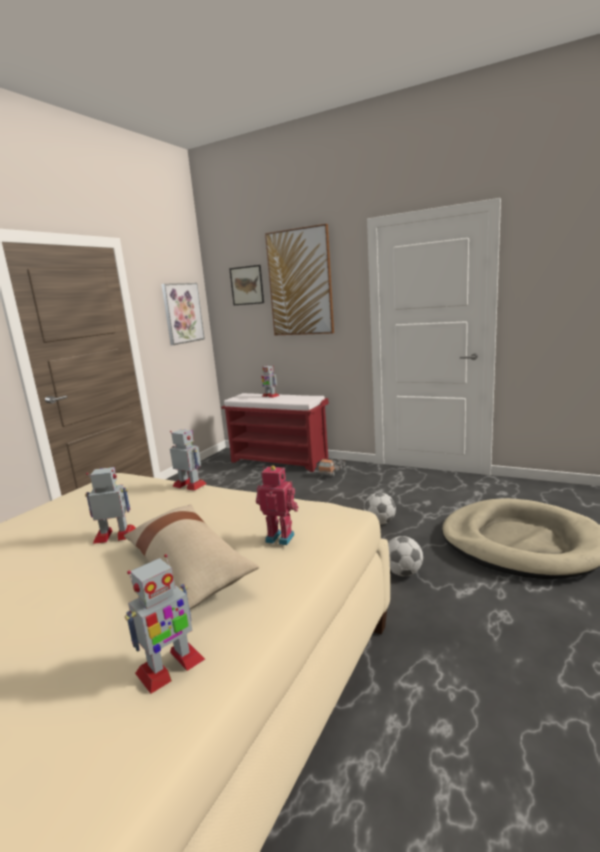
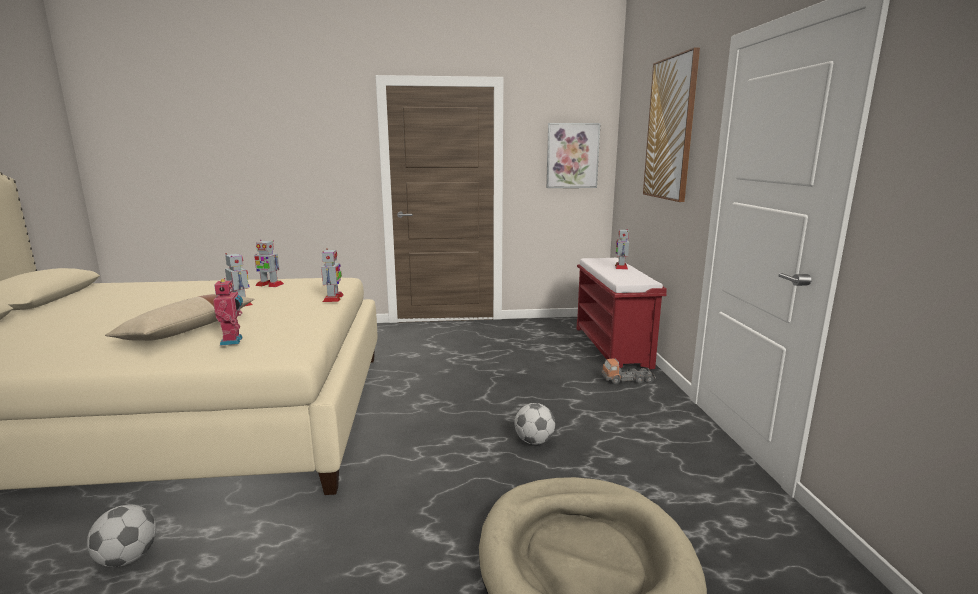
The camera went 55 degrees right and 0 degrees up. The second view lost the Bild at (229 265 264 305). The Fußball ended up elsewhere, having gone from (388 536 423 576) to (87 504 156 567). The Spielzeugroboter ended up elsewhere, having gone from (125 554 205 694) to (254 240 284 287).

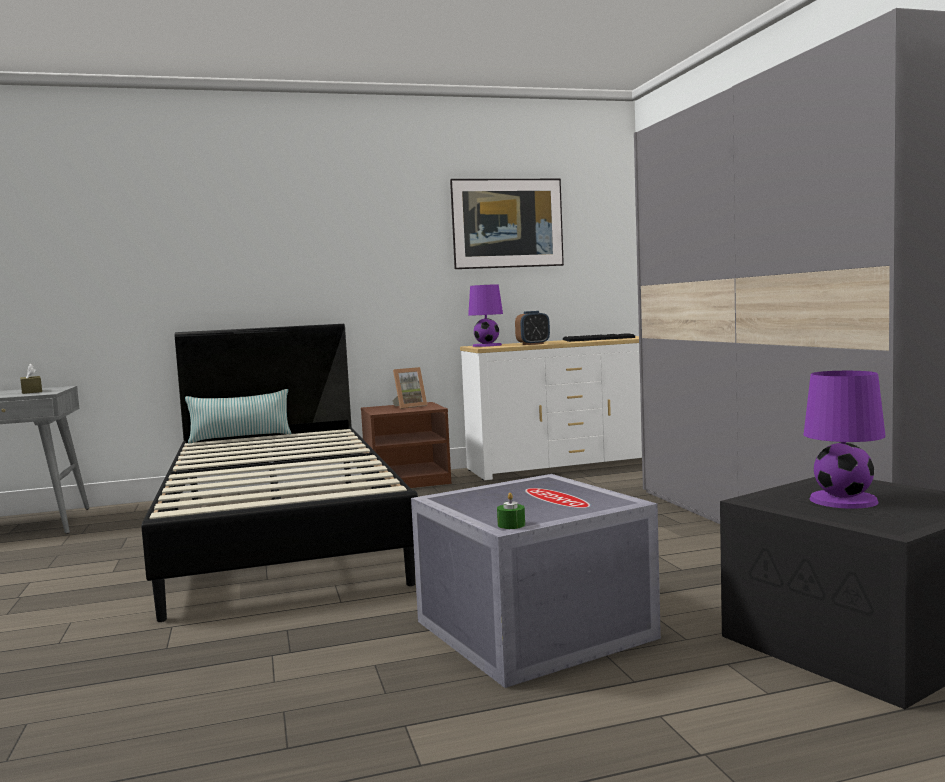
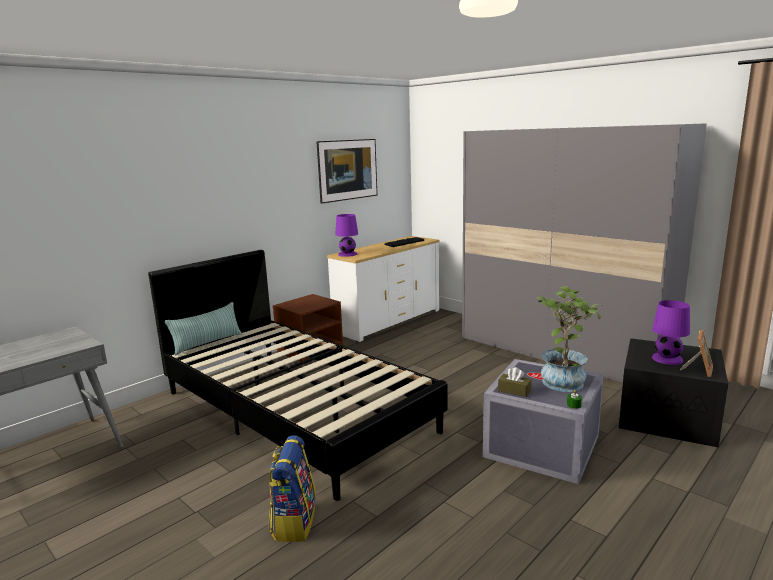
The camera went 30 degrees left and 10 degrees up. The second view lost the Wecker at (515 311 550 345). The Taschentuchbox [braun] ended up elsewhere, having gone from (20 364 42 394) to (498 367 532 397). The Bilderrahmen ended up elsewhere, having gone from (392 367 427 409) to (680 330 713 377). The second view gained the Topfpflanze at (537 286 601 392). The second view gained the Rucksack at (269 435 316 542).

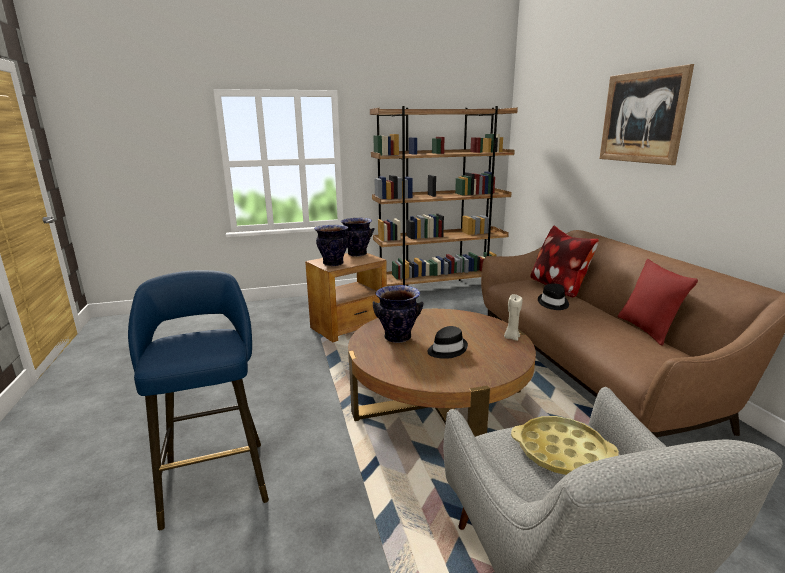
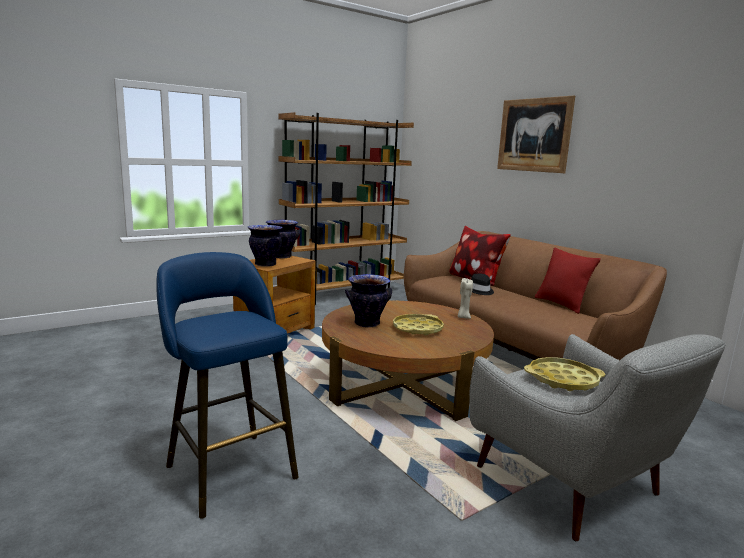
The camera went 20 degrees left and 5 degrees down. Where the Hut [schwarz] stood at (427 326 468 359), the Tablett [gelb] came to stand at (393 314 444 335).

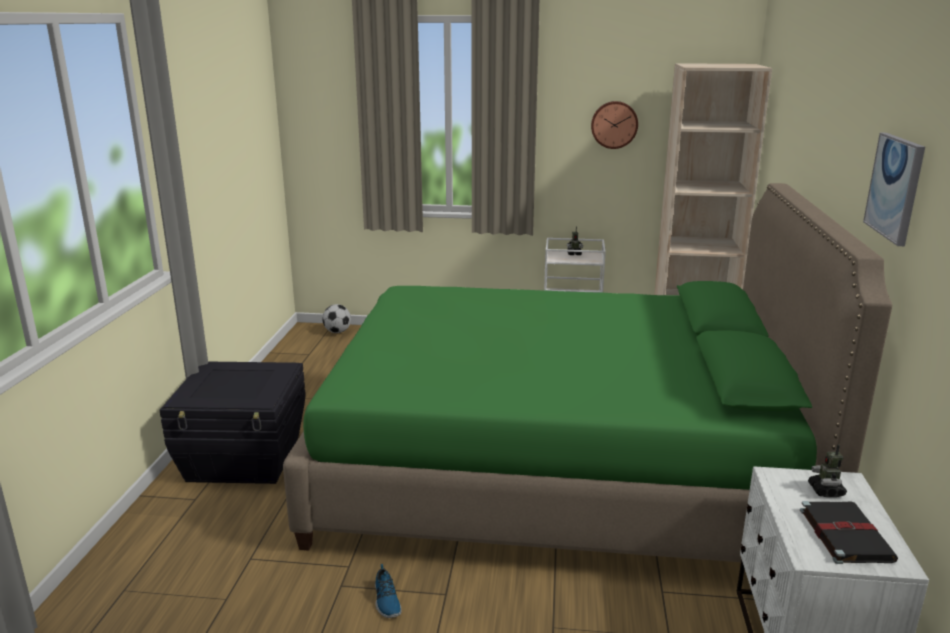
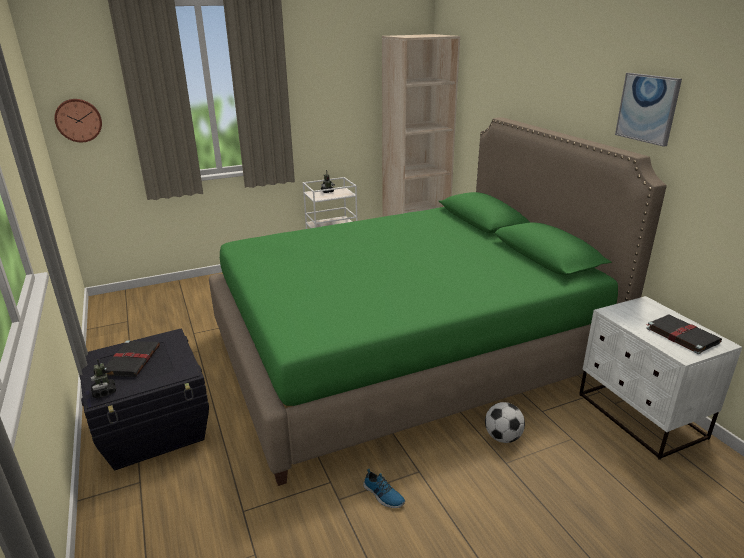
The camera went 30 degrees left and 5 degrees up. The Wanduhr ended up elsewhere, having gone from (591 101 638 149) to (54 99 102 142). The Fußball ended up elsewhere, having gone from (322 304 351 333) to (485 402 525 443). The Spielzeugroboter ended up elsewhere, having gone from (808 445 847 497) to (91 359 116 398). The second view gained the Buch [schwarz] at (105 340 160 377).

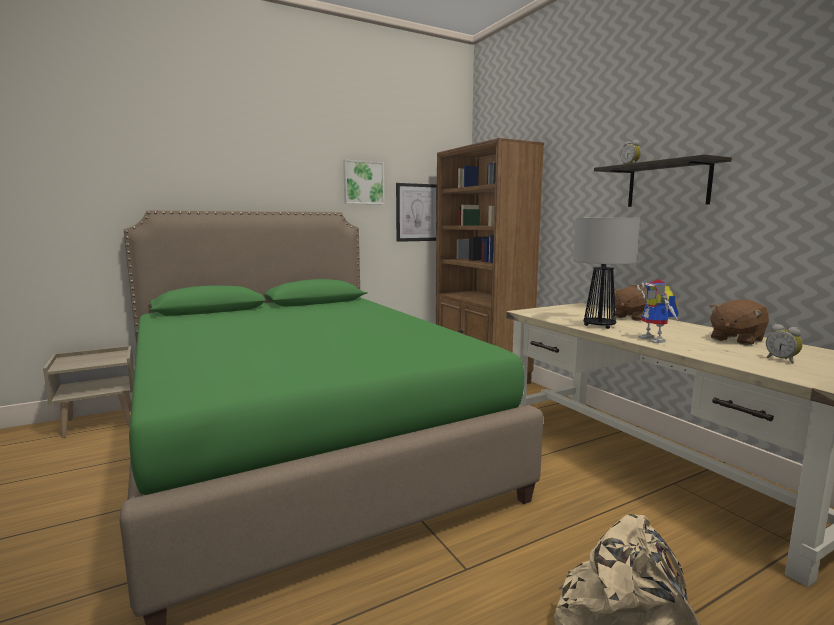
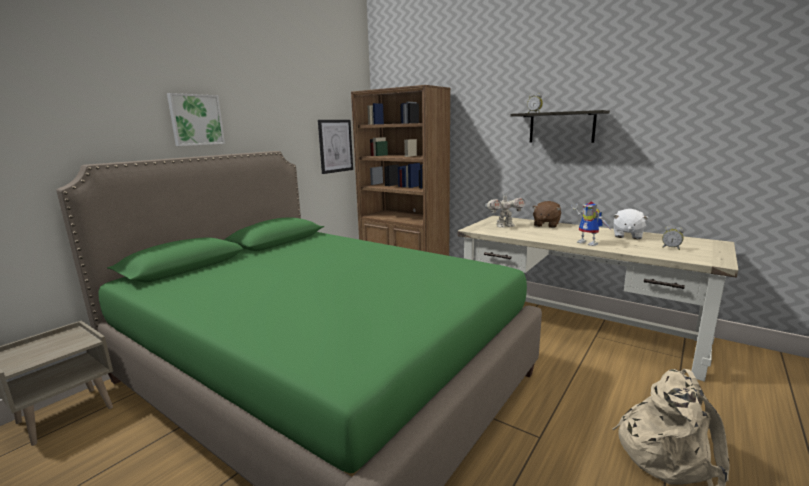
The camera went 25 degrees left and 5 degrees up. The Bild ended up elsewhere, having gone from (343 160 384 204) to (167 93 225 146). The second view lost the Tischlampe at (573 218 640 329). What was the Plüschtier [braun] at (709 299 769 345) turned into the Plüschtier [weiß] at (613 209 649 239). The second view gained the Spielzeugroboter at (485 194 525 228).

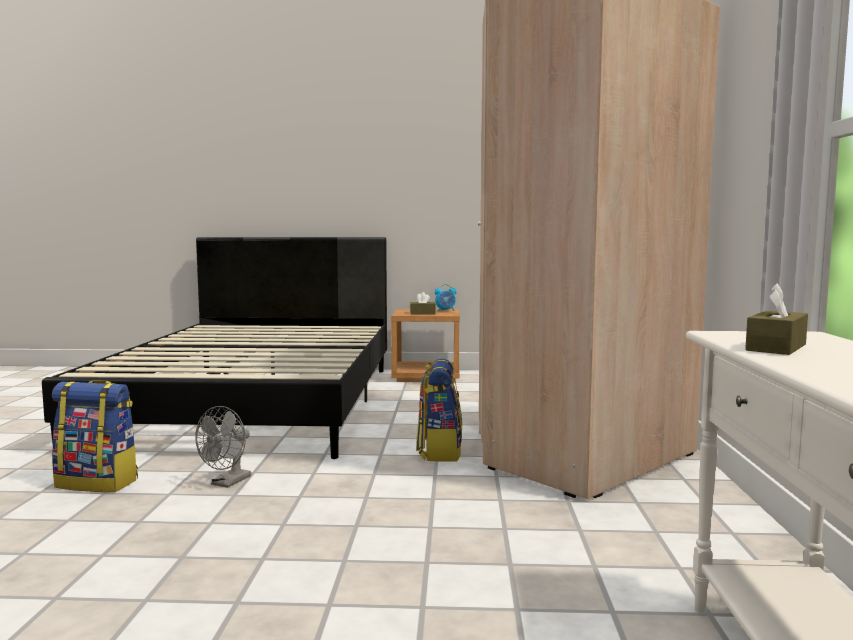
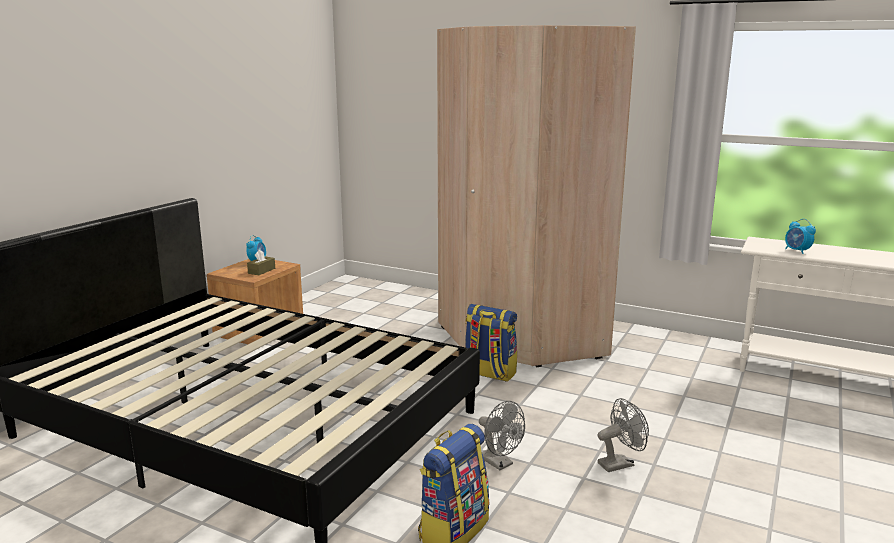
The camera went 65 degrees left and 10 degrees up. Where the Taschentuchbox [braun] stood at (745 284 808 355), the Wecker came to stand at (785 219 816 254). The second view gained the Ventilator [grau] at (598 398 649 472).

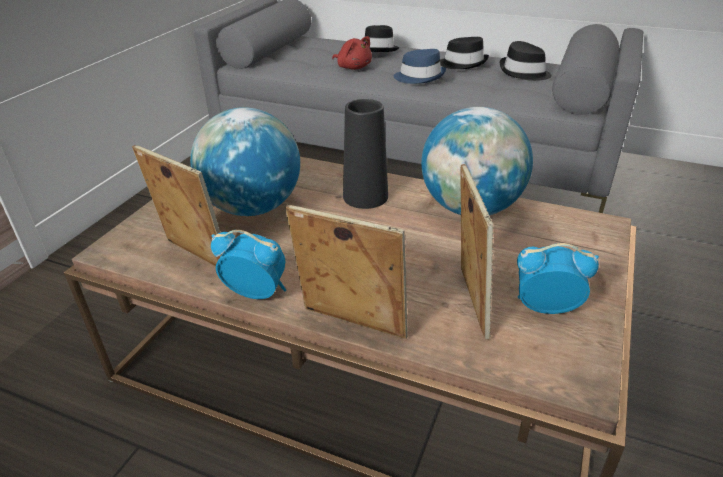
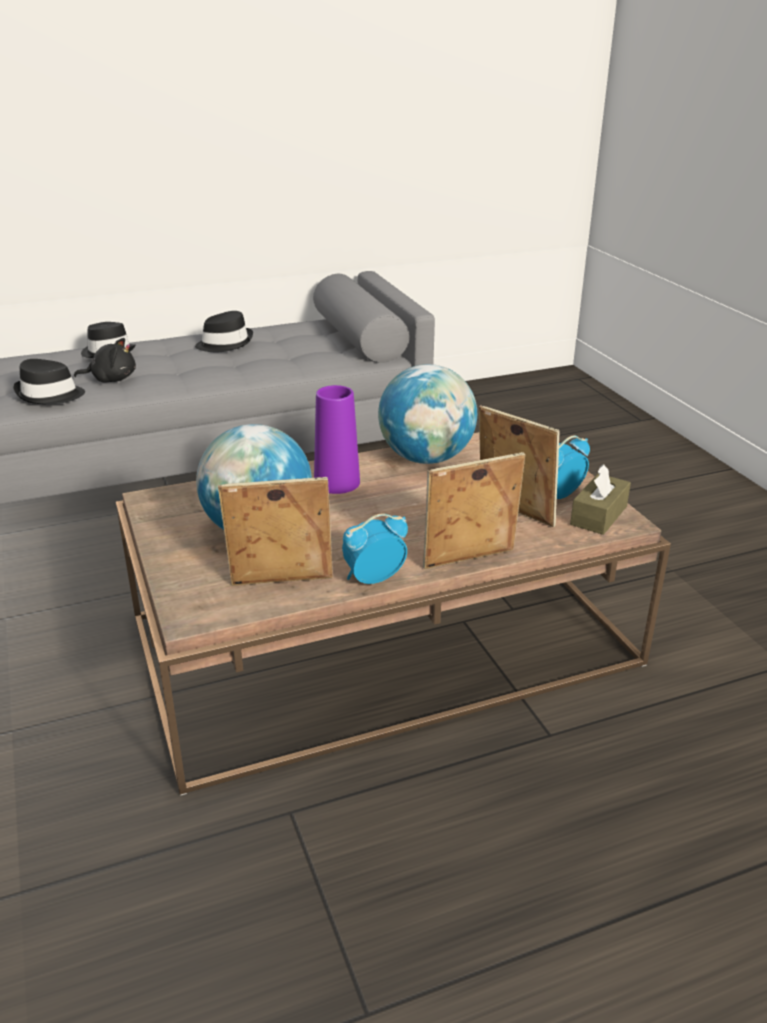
The camera went 45 degrees left and 5 degrees down. What was the Plüschtier [rot] at (332 36 372 70) turned into the Plüschtier [schwarz] at (74 338 136 382). The Hut [schwarz] ended up elsewhere, having gone from (500 41 552 81) to (13 359 85 404). The second view lost the Hut [blau] at (394 49 446 84). What was the Vase [schwarz] at (343 99 388 209) turned into the Vase [lila] at (314 385 360 494). The second view gained the Taschentuchbox [braun] at (570 464 631 535).

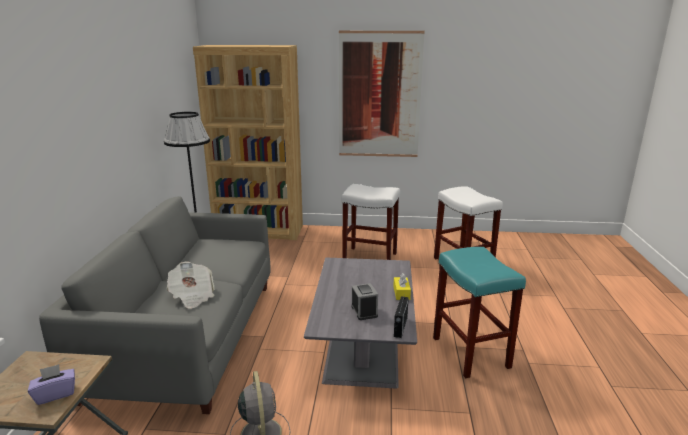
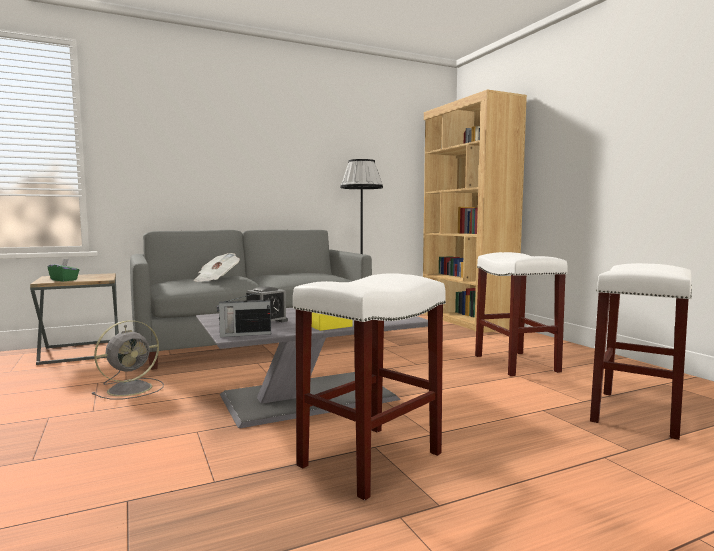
The camera went 60 degrees right and 15 degrees down. The second view lost the Bild at (339 31 425 157). What was the Hocker [türkis] at (433 247 526 378) turned into the Hocker [weiß] at (293 273 446 501). What was the Taschentuchbox [lila] at (28 364 75 405) turned into the Taschentuchbox [grün] at (48 258 80 282).

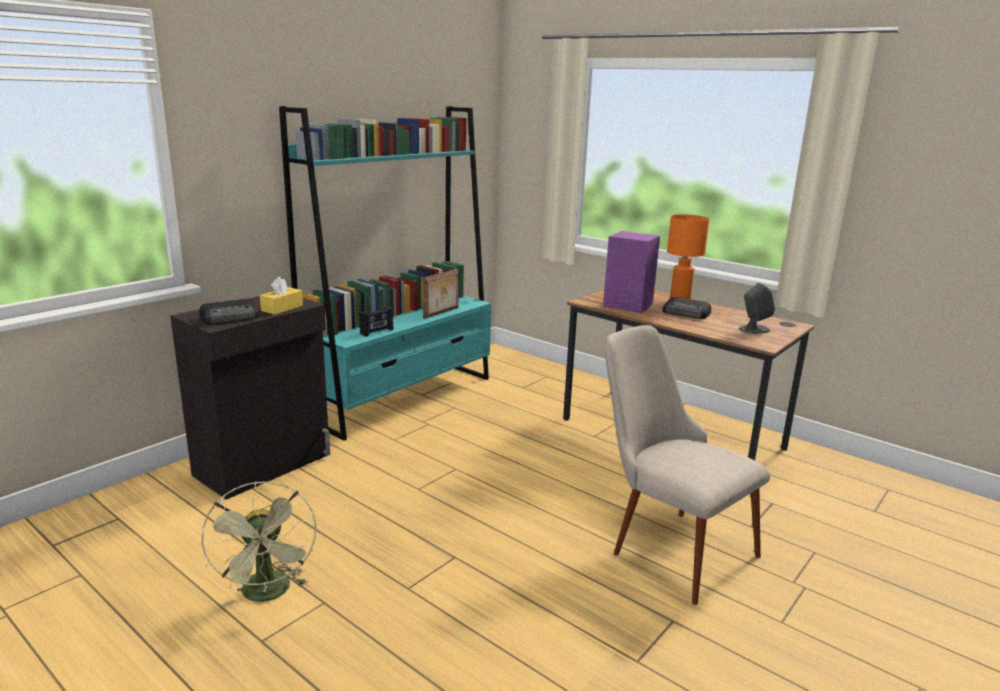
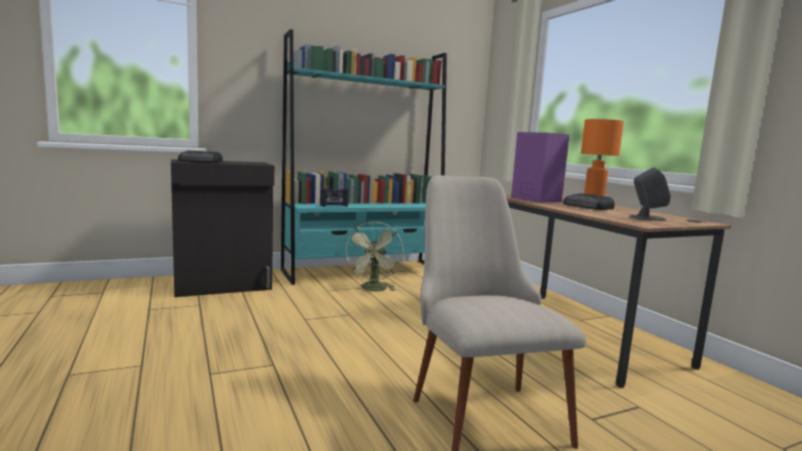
The camera went 25 degrees right and 10 degrees down. The second view lost the Bilderrahmen at (423 269 459 319). The second view lost the Taschentuchbox [gelb] at (260 277 303 315). The Ventilator [grün] ended up elsewhere, having gone from (201 481 317 607) to (345 222 404 291).

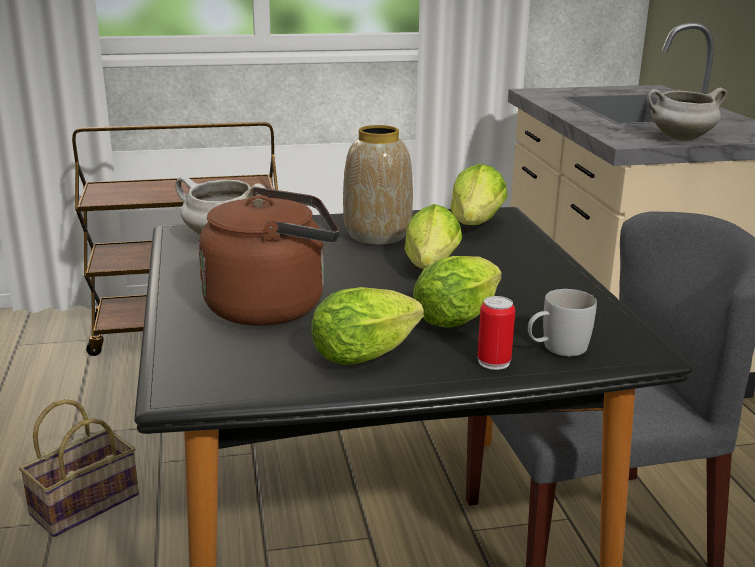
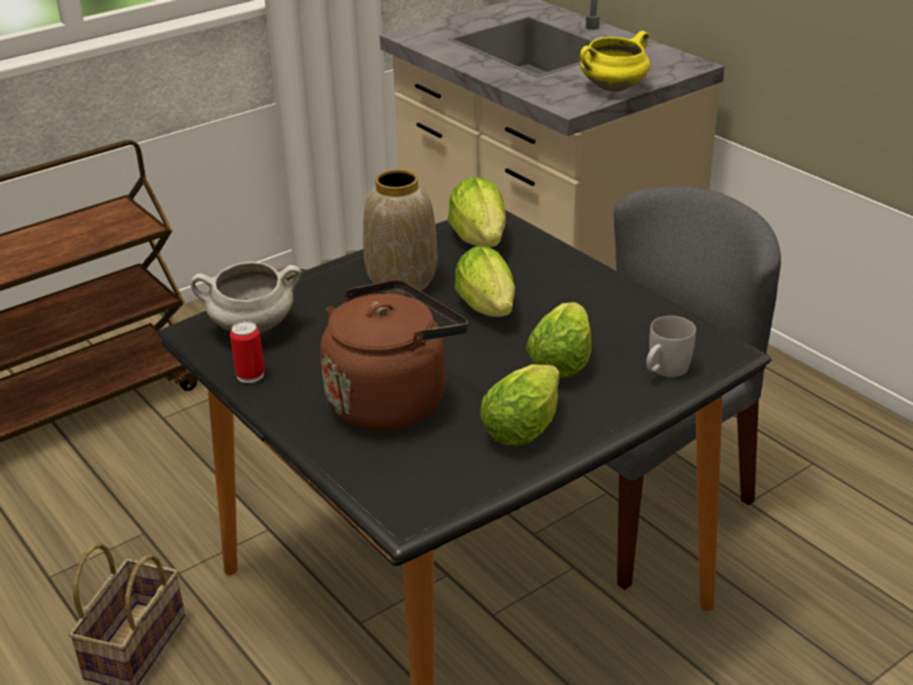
The camera went 25 degrees left and 10 degrees up. What was the Kochtopf [weiß] at (647 88 727 141) turned into the Kochtopf [gelb] at (580 31 650 92). The Dose ended up elsewhere, having gone from (477 296 515 370) to (230 321 264 383).

